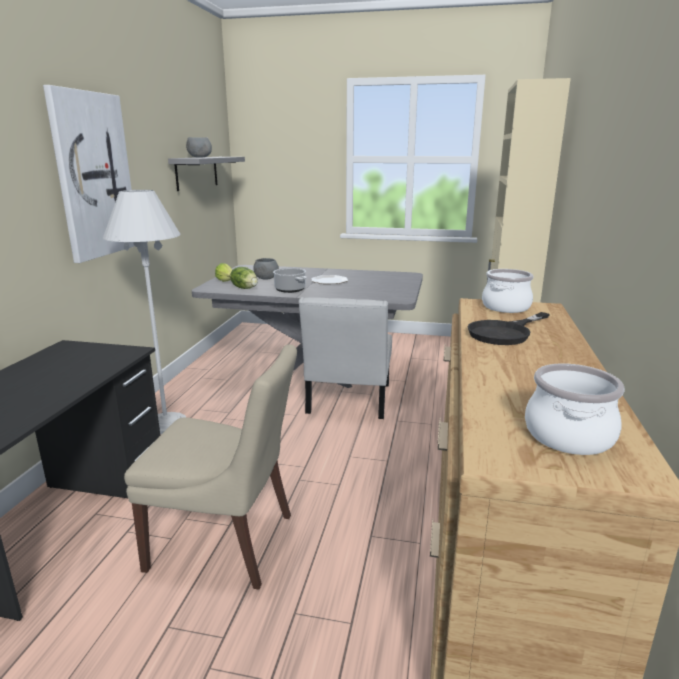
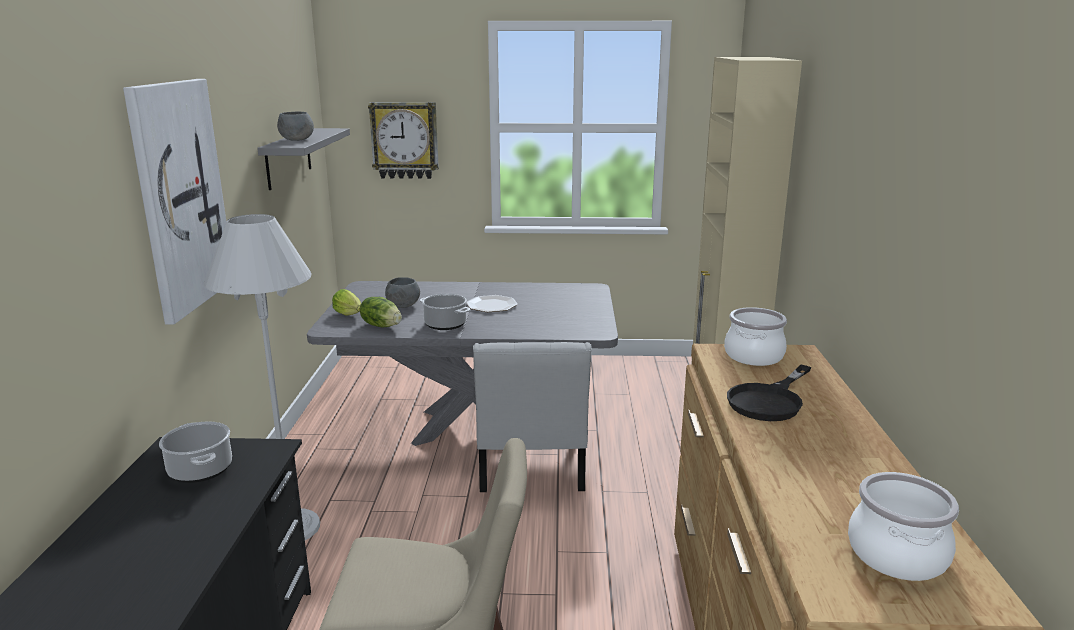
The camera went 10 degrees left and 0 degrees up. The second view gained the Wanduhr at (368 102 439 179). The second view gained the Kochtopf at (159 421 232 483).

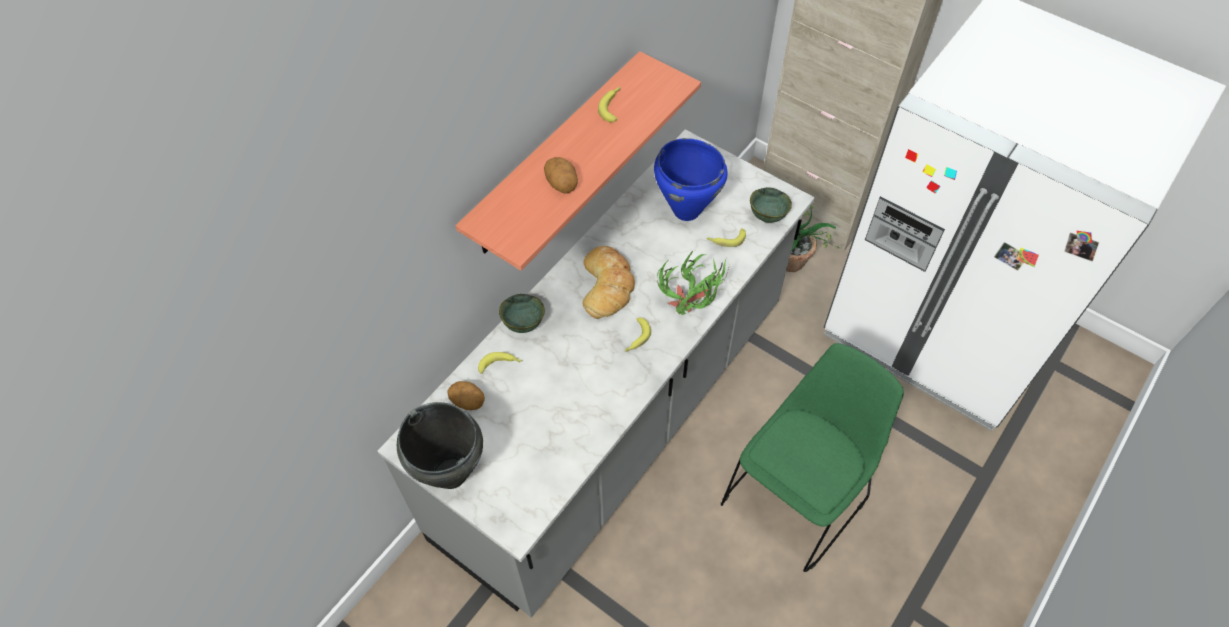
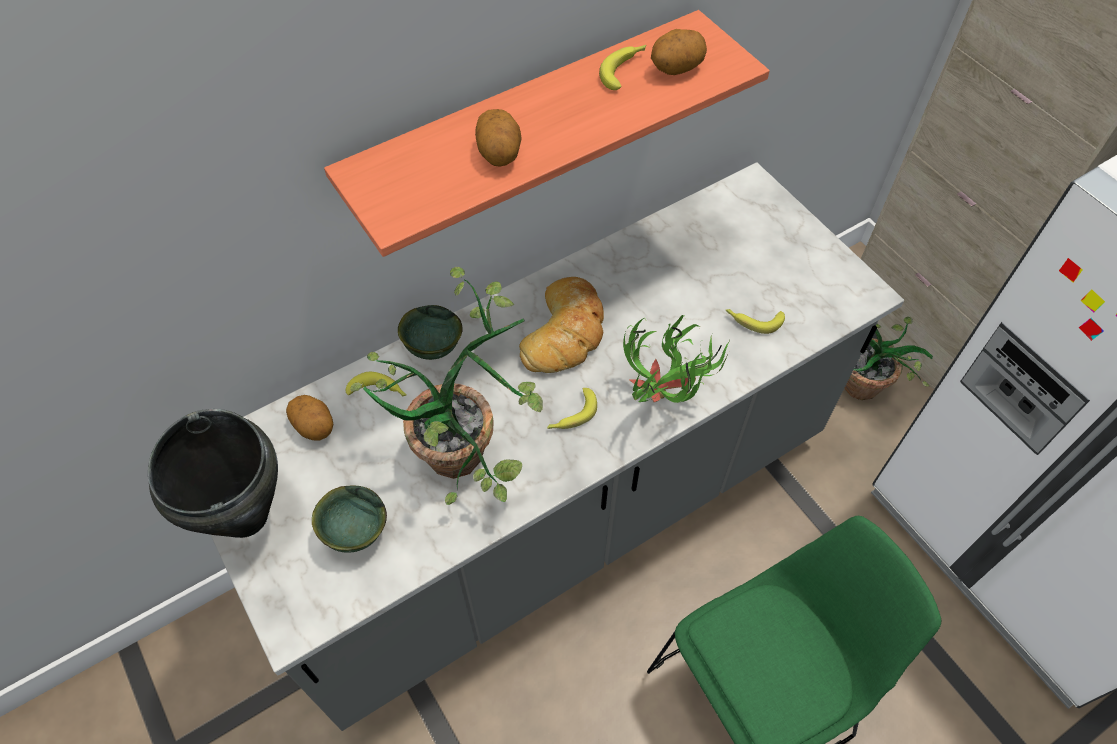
The camera went 20 degrees right and 0 degrees up. The second view lost the Kochtopf [blau] at (654 138 727 221). The Schüssel [grün] ended up elsewhere, having gone from (750 187 792 223) to (312 486 387 553). The second view gained the Kartoffel at (651 29 707 75). The second view gained the Topfpflanze at (350 267 543 505).

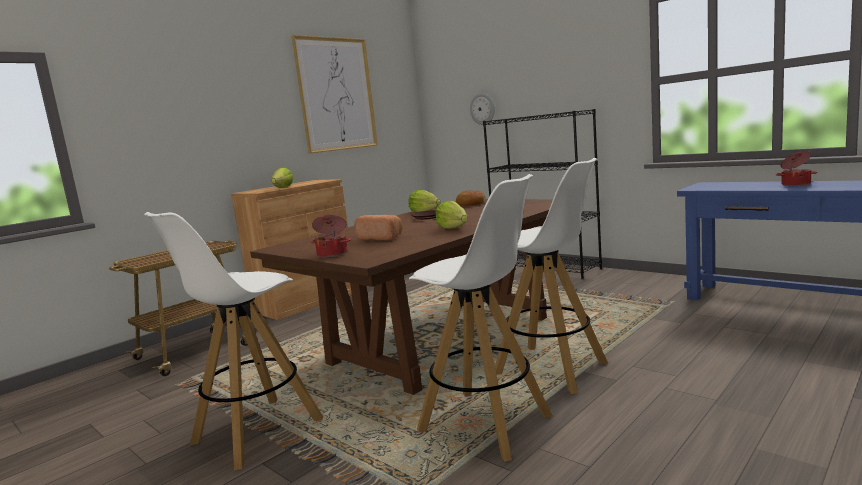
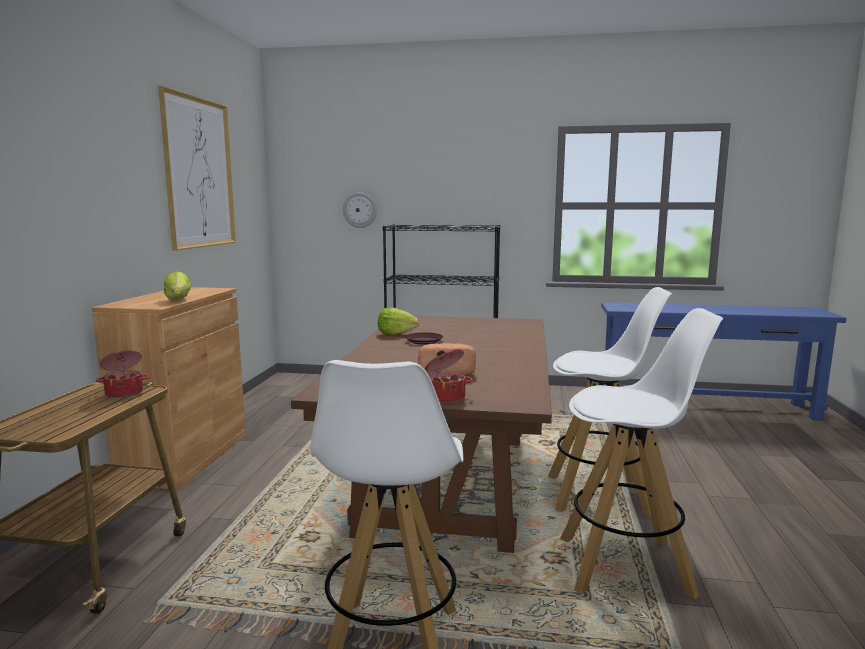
The camera went 35 degrees left and 0 degrees up. The Kochtopf ended up elsewhere, having gone from (775 151 818 186) to (96 350 150 398). The second view lost the Brot at (456 191 486 206). The second view lost the Salatkopf at (436 201 468 229).

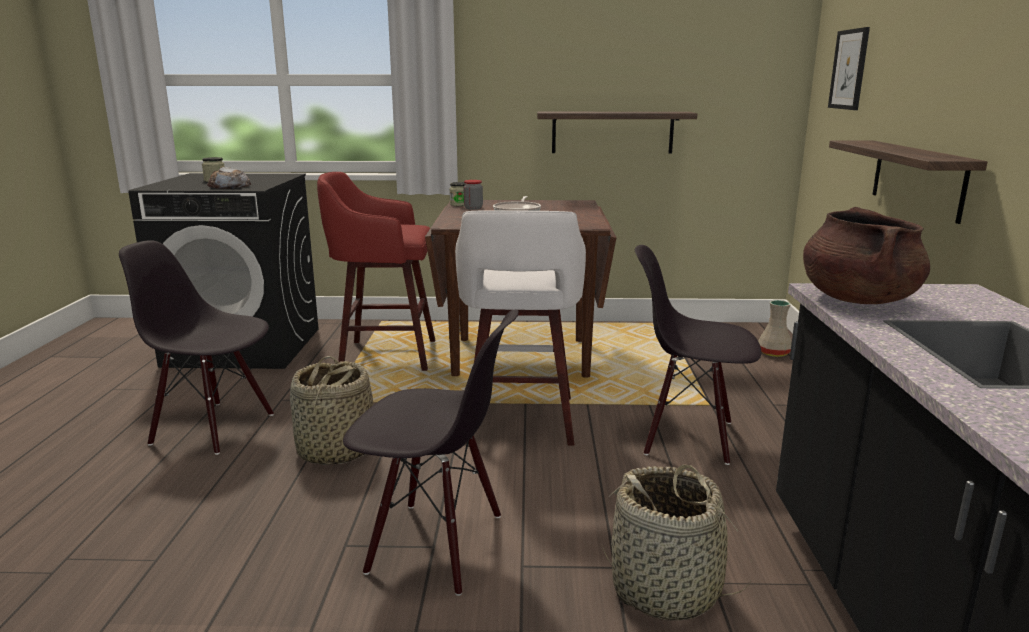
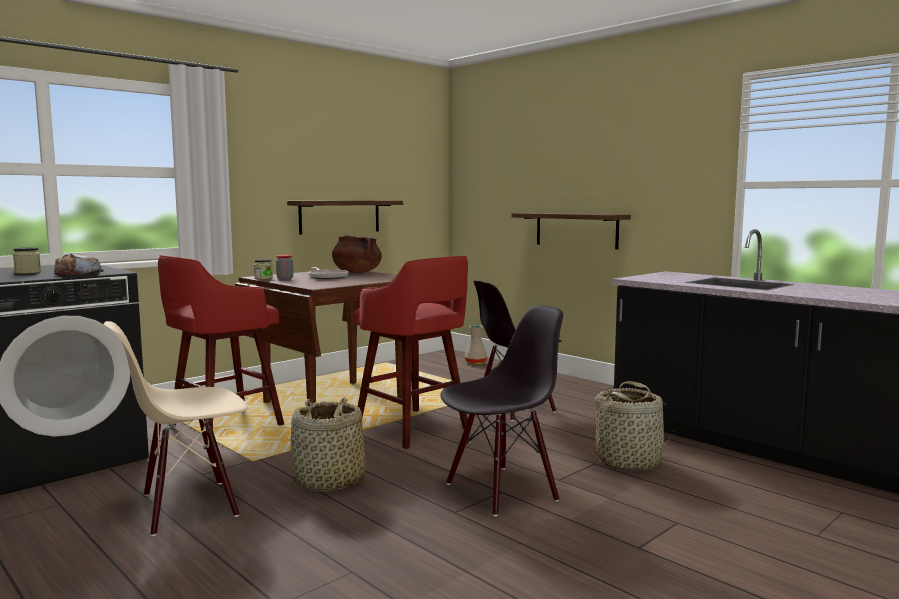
The camera went 45 degrees left and 10 degrees down. The second view lost the Bild at (828 27 870 110). The Kochtopf [braun] ended up elsewhere, having gone from (803 207 930 304) to (332 235 382 273). What was the Hocker [weiß] at (455 210 586 445) turned into the Hocker [rot] at (354 256 468 449). What was the Stuhl [schwarz] at (119 240 274 455) turned into the Stuhl [beige] at (104 321 248 536).

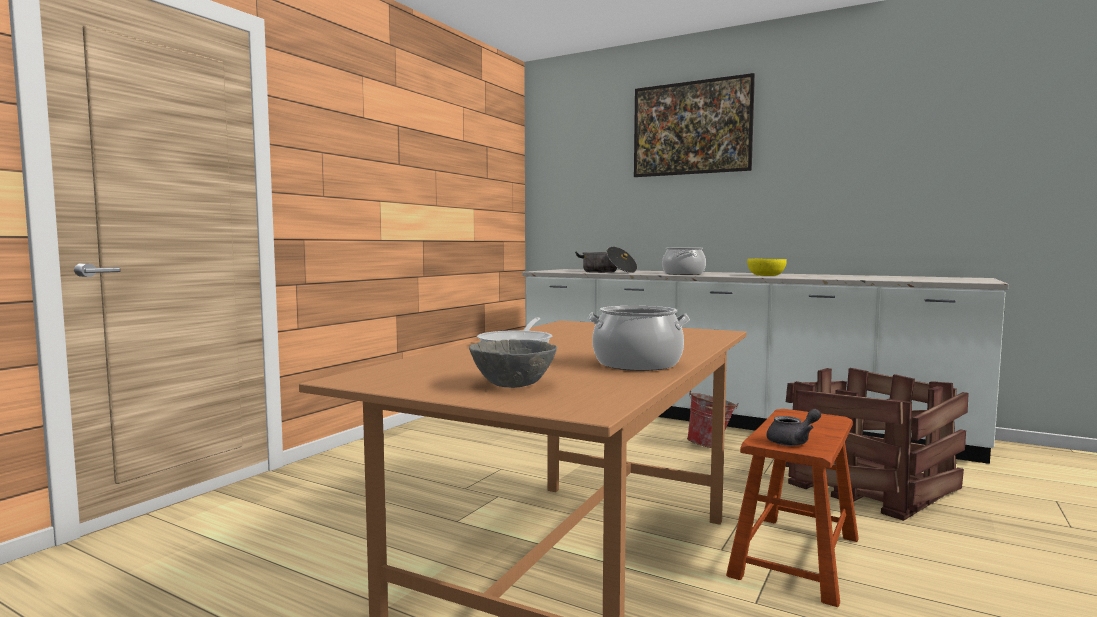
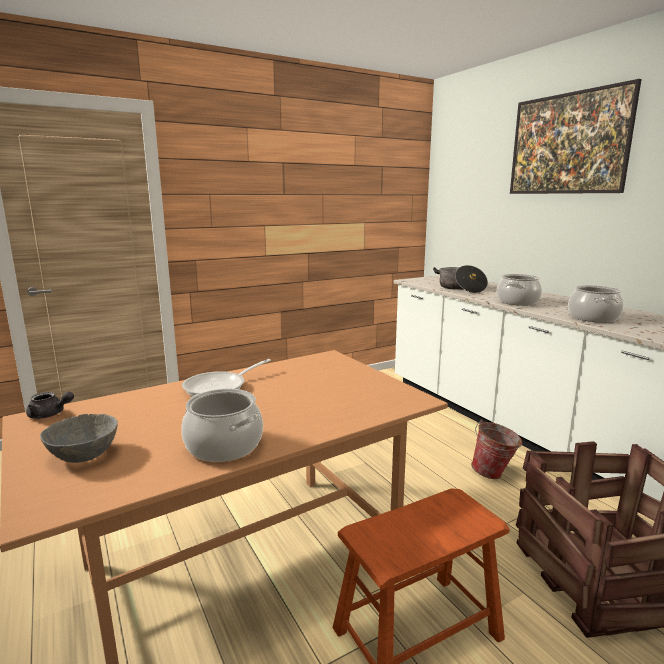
The camera went 30 degrees right and 10 degrees up. Where the Schüssel [gelb] stood at (747 258 787 276), the Kochtopf came to stand at (568 285 624 323). The Teekanne [grau] ended up elsewhere, having gone from (767 409 821 446) to (26 392 74 419).

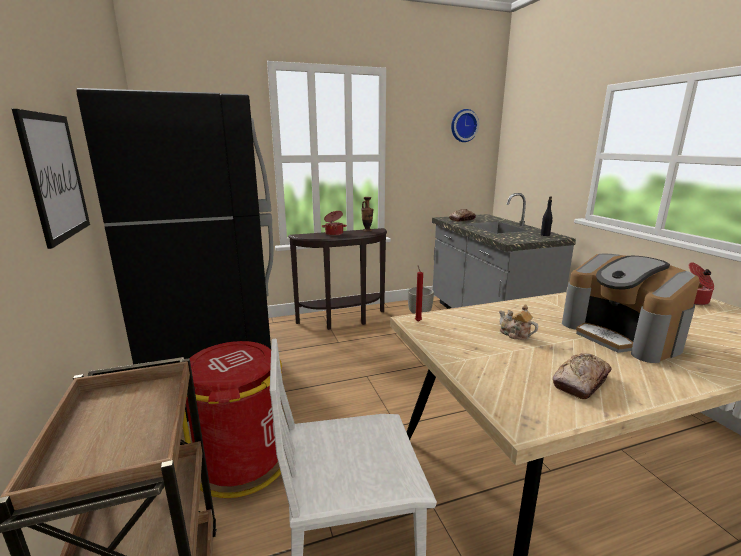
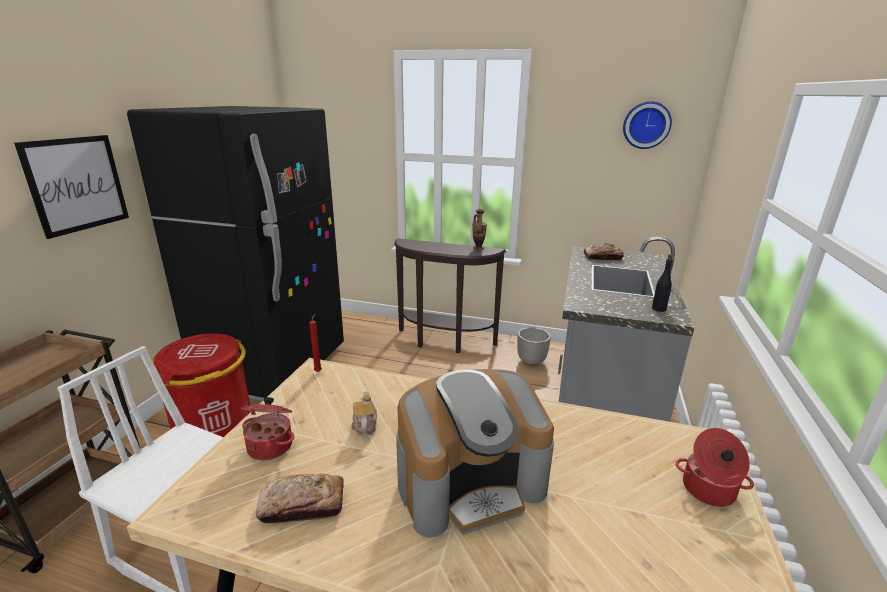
The camera went 35 degrees right and 5 degrees up. The Kochtopf ended up elsewhere, having gone from (321 211 347 236) to (241 397 295 461). The Kaffeemaschine at (562 254 700 363) ended up facing another way, 120 degrees counterclockwise from before.

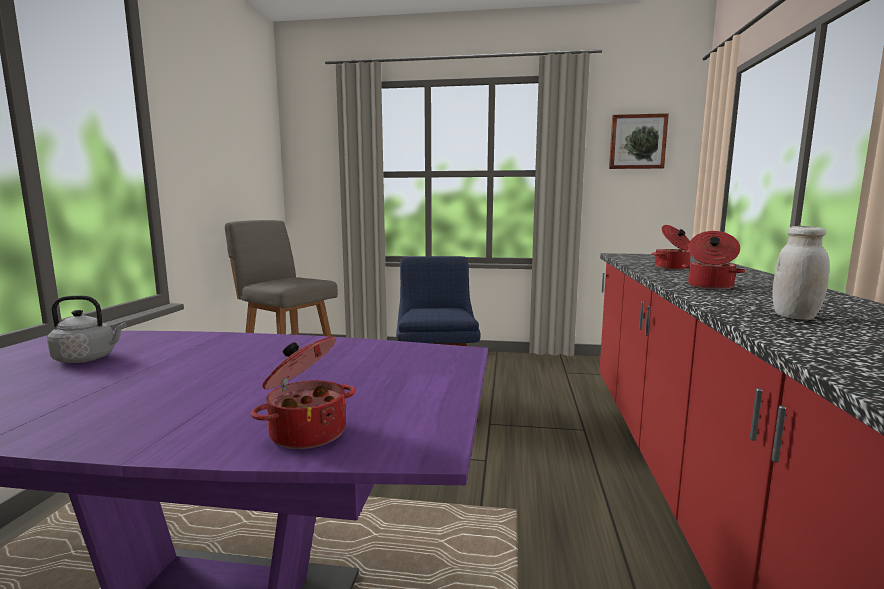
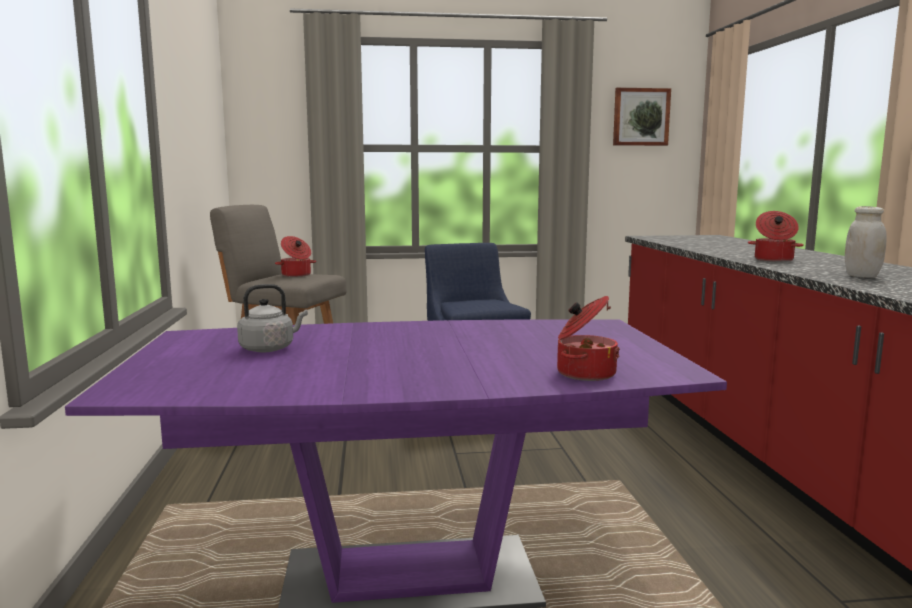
The camera went 15 degrees left and 0 degrees up. The Kochtopf ended up elsewhere, having gone from (651 225 691 270) to (275 236 316 277).

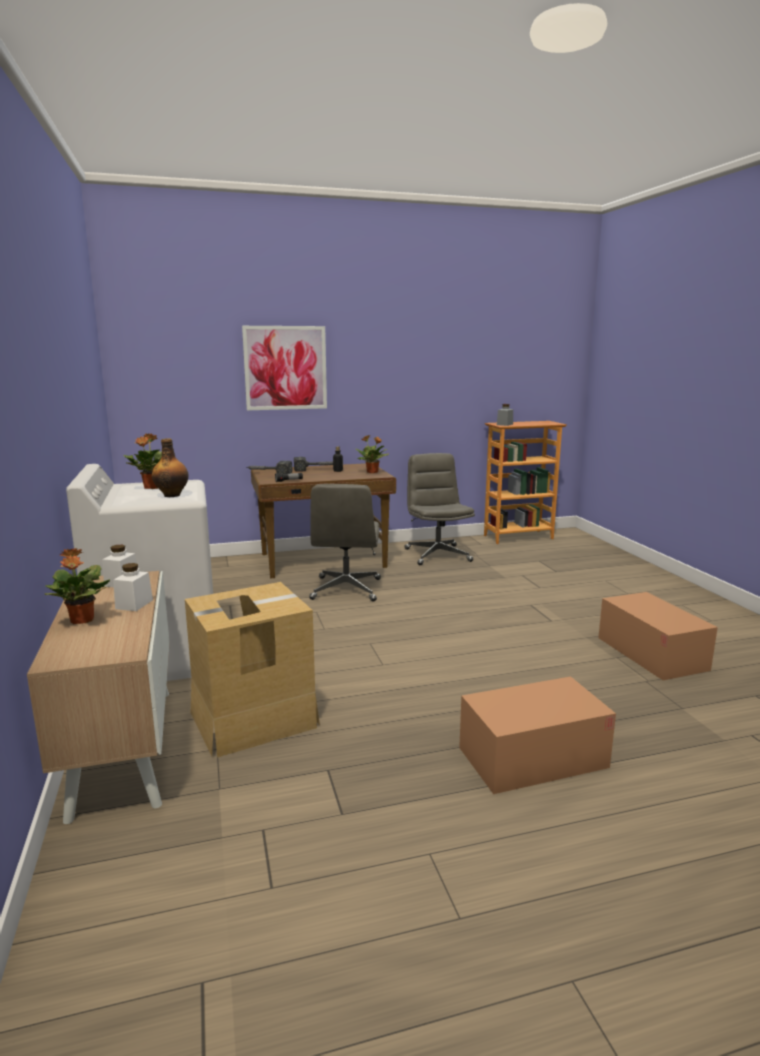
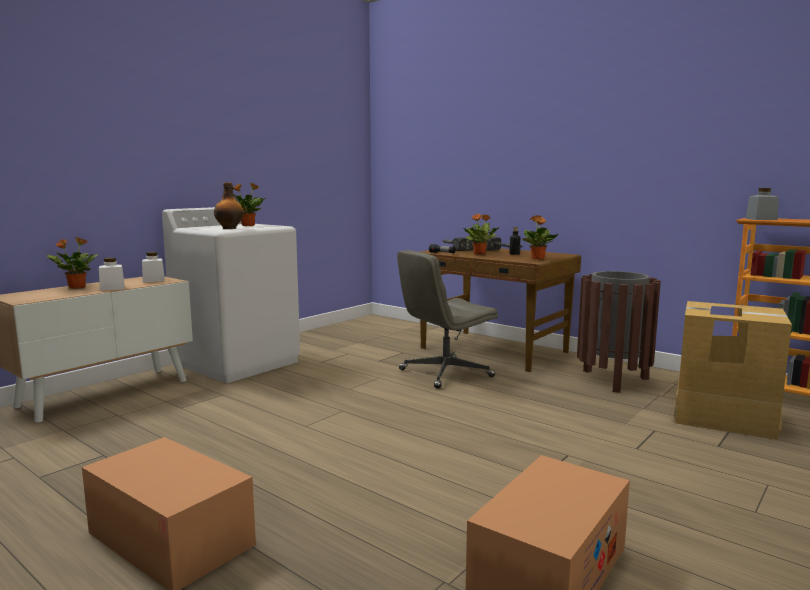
The camera went 55 degrees right and 5 degrees down. The second view lost the Bild at (242 326 327 410). Where the Bürostuhl [grau] stood at (405 453 475 565), the Mülleimer [braun] came to stand at (577 271 661 393). The Karton ended up elsewhere, having gone from (185 582 320 758) to (672 301 792 440). The second view gained the Topfpflanze at (463 214 499 255).

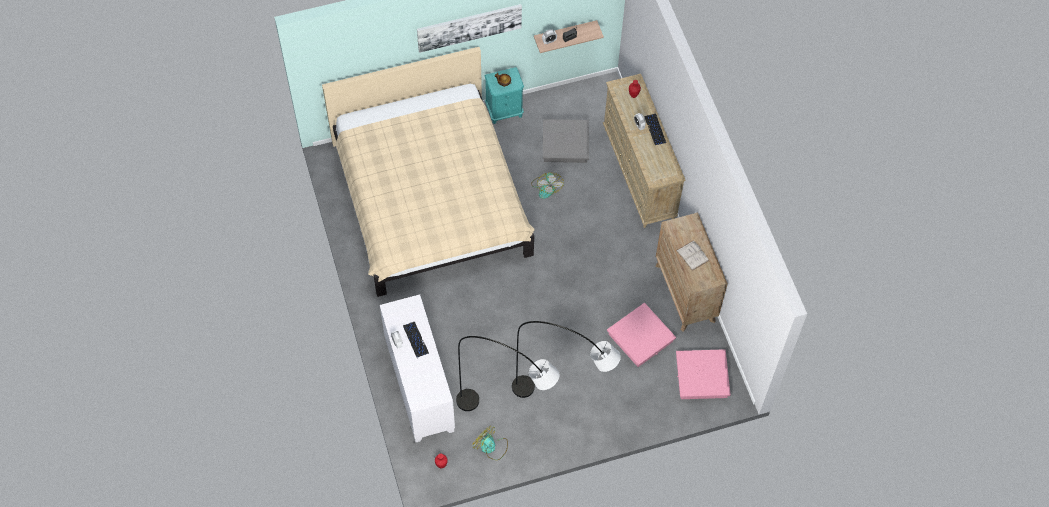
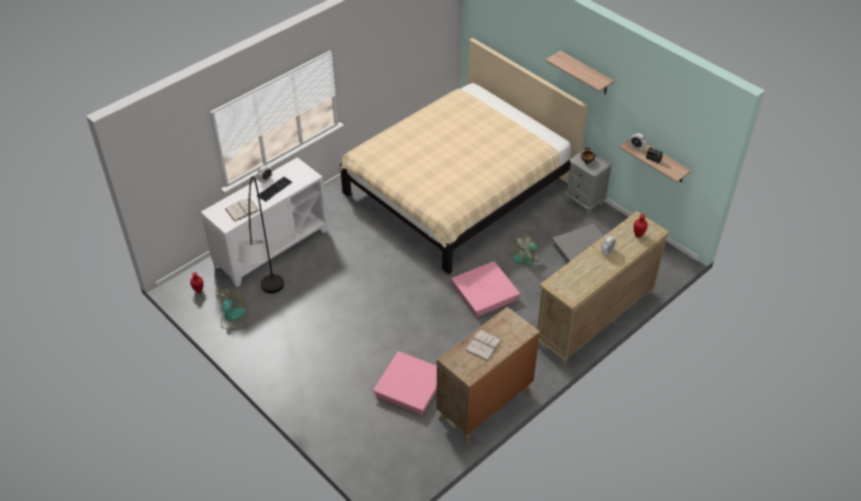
The camera went 65 degrees right and 15 degrees down. Where the Bild hung at (417 4 522 53), the Wandregal came to hang at (545 51 614 94). What was the Nachttisch [türkis] at (484 67 524 124) turned into the Nachttisch [grau] at (565 149 613 214). The second view lost the Tastatur at (644 114 666 145). The second view lost the Stehlampe [grau] at (512 321 621 398). The Aufbewahrungsbox [rosa] ended up elsewhere, having gone from (676 349 731 399) to (451 261 520 317). The second view gained the Buch [weiß] at (225 198 260 222).

